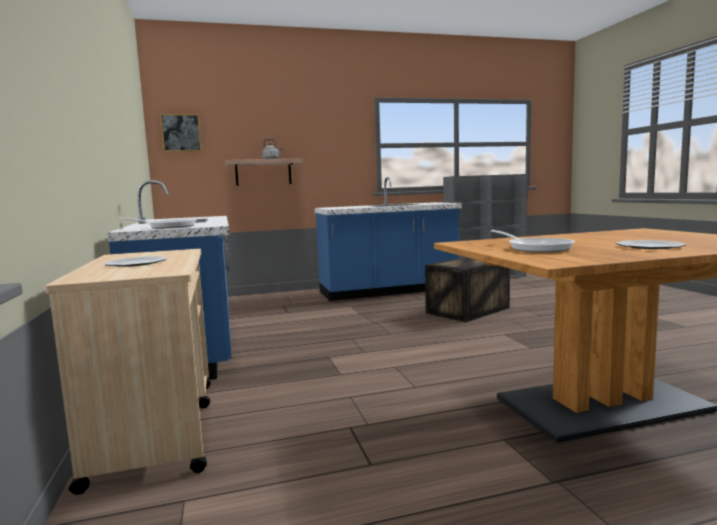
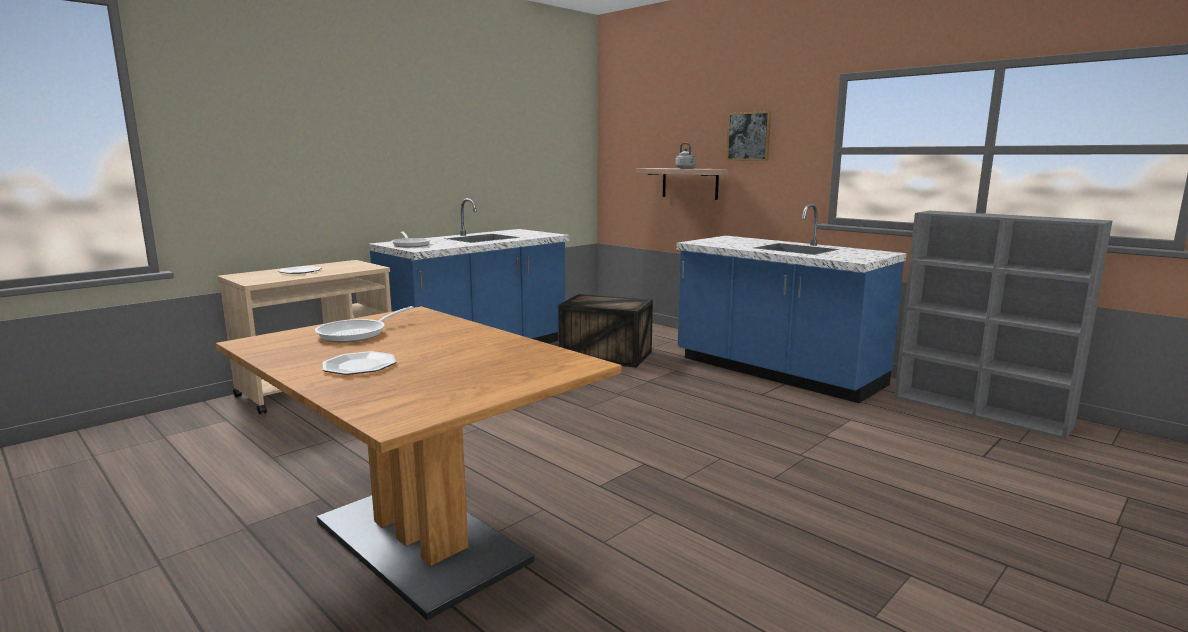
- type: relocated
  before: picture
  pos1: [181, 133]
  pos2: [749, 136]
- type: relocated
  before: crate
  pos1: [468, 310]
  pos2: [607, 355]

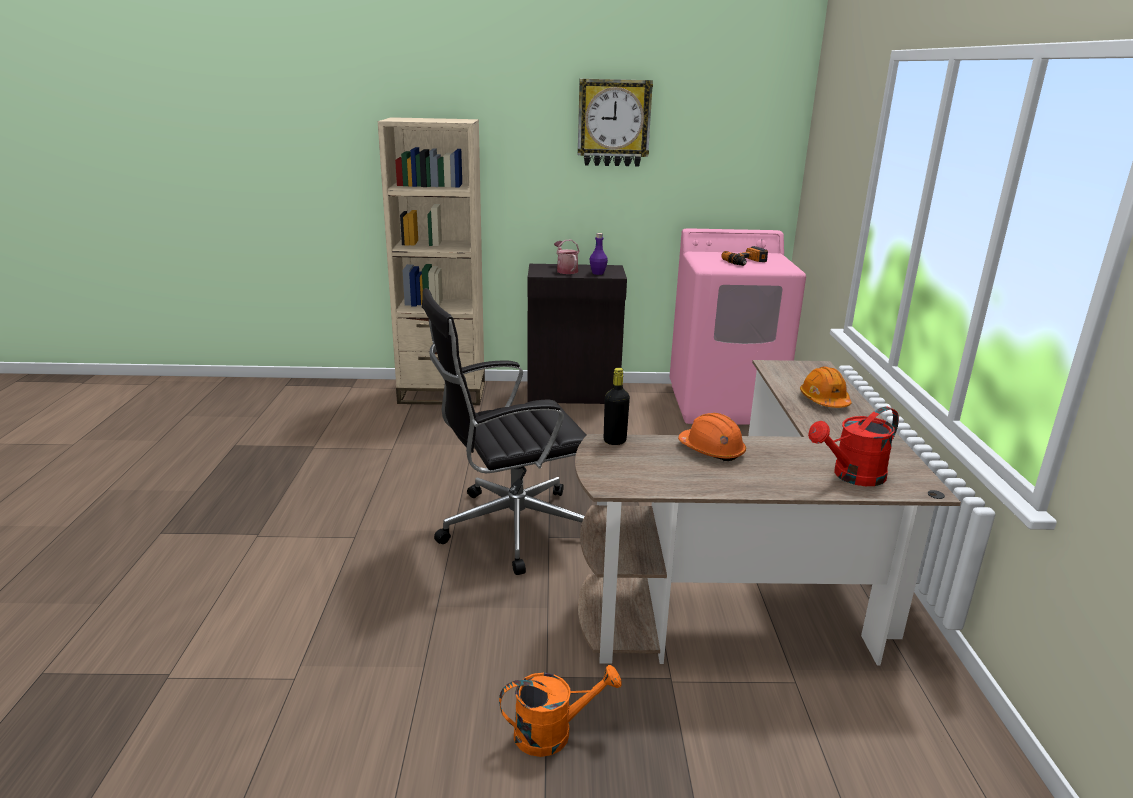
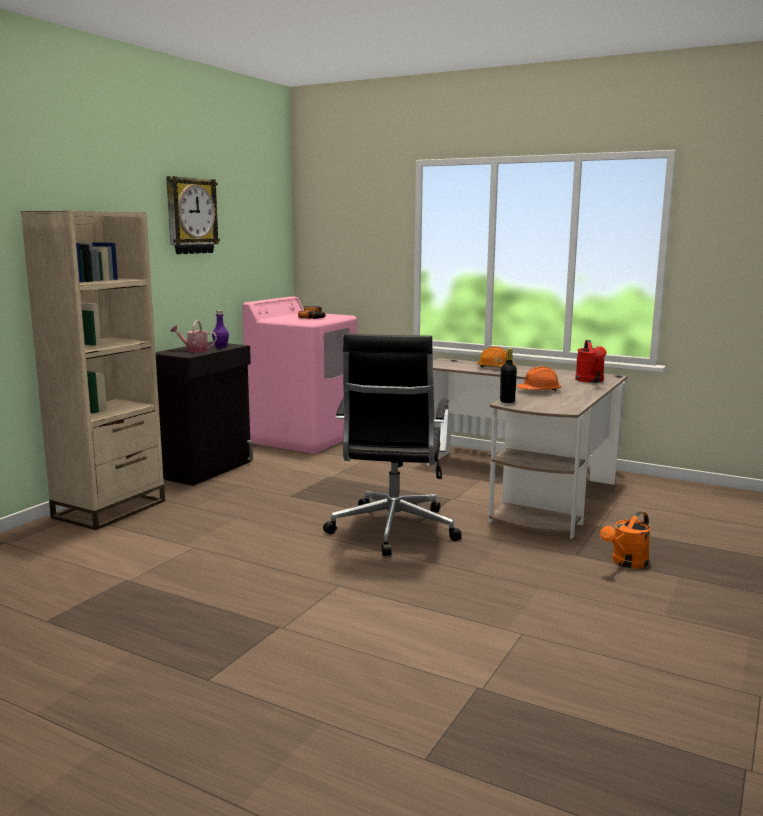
- type: spun
  before: watering can/orange
  pos1: [553, 733]
  pos2: [626, 563]
  turn: -150

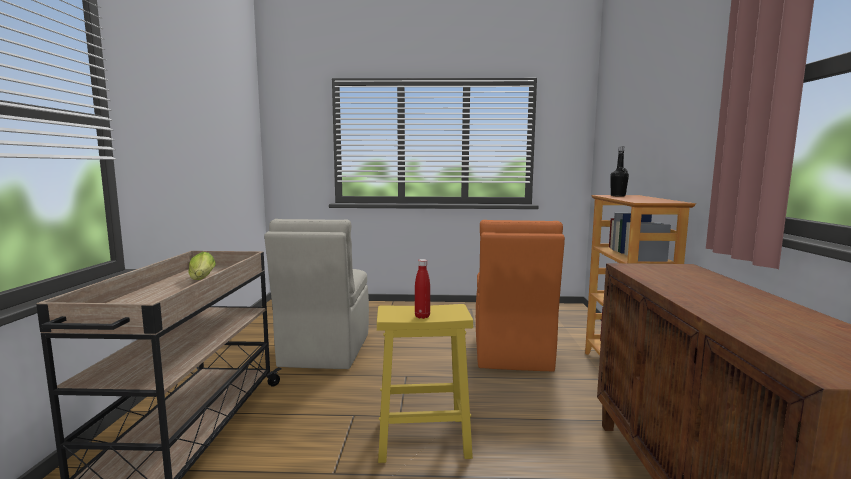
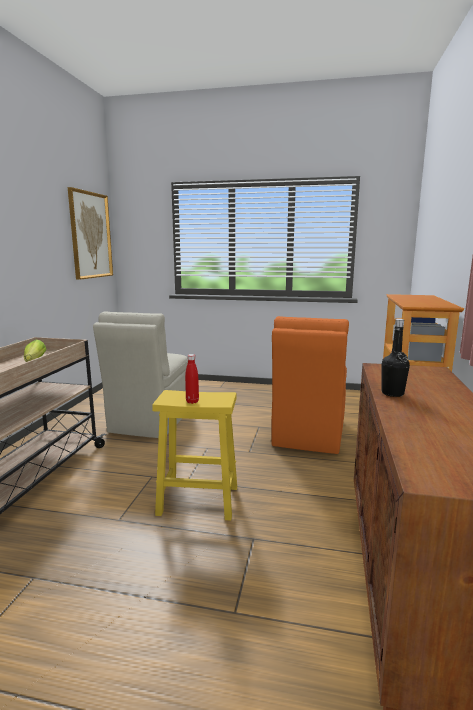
- type: relocated
  before: bottle/black
  pos1: [618, 196]
  pos2: [392, 393]
- type: appeared
  after: picture
  pos2: [90, 235]

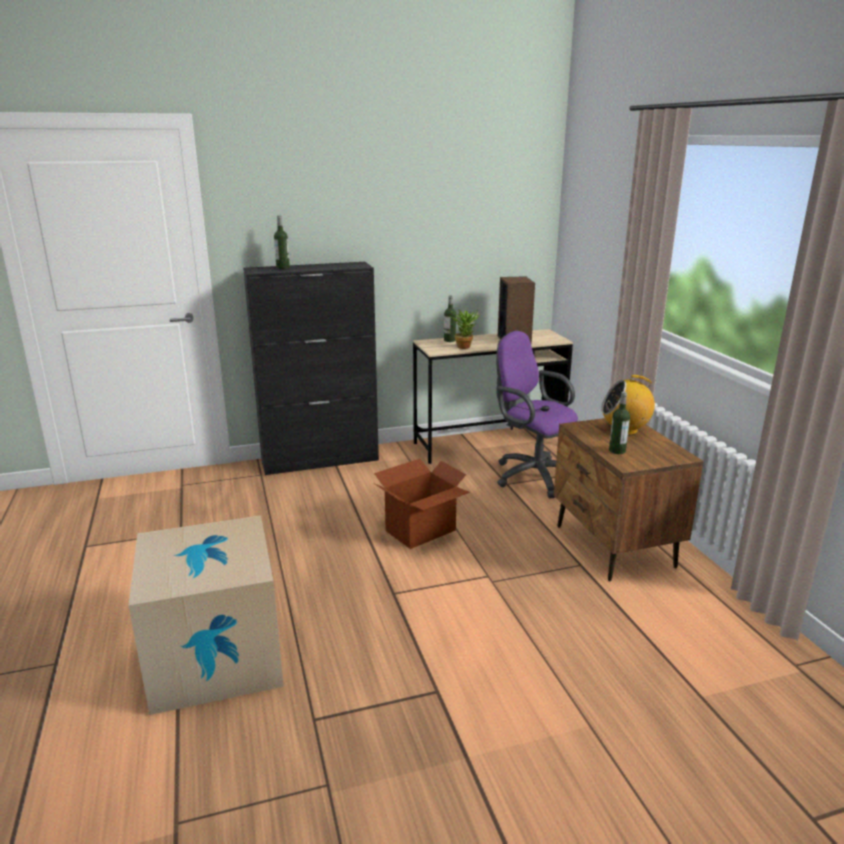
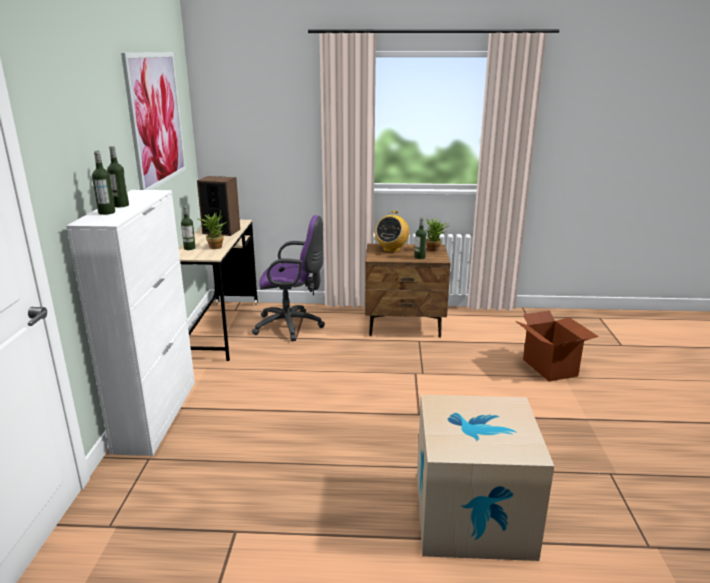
- type: colour
  before: cabinet/black
  after: cabinet/white
  pos1: [320, 460]
  pos2: [157, 414]
- type: spun
  before: office chair/purple
  pos1: [532, 475]
  pos2: [292, 326]
  turn: -150
- type: relocated
  before: cardboard box
  pos1: [421, 531]
  pos2: [550, 367]
- type: appeared
  after: picture
  pos2: [156, 119]
- type: appeared
  after: bottle
  pos2: [121, 205]
- type: appeared
  after: potted plant
  pos2: [435, 250]

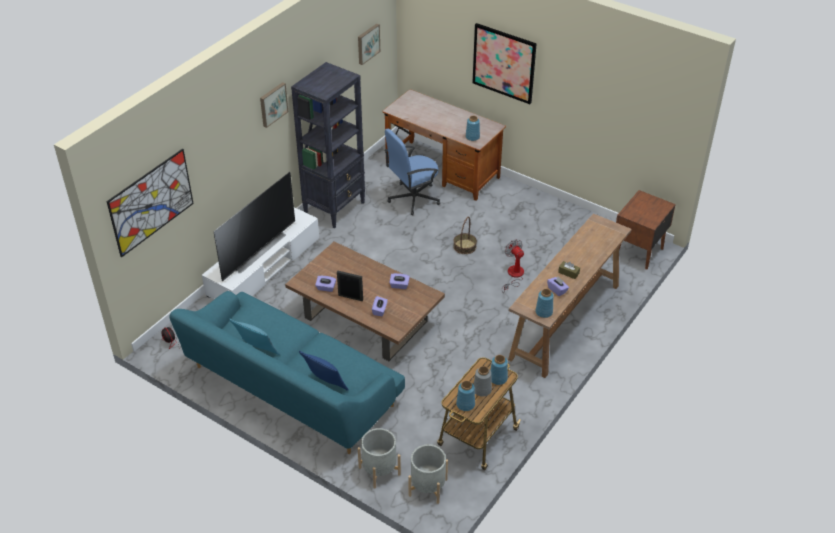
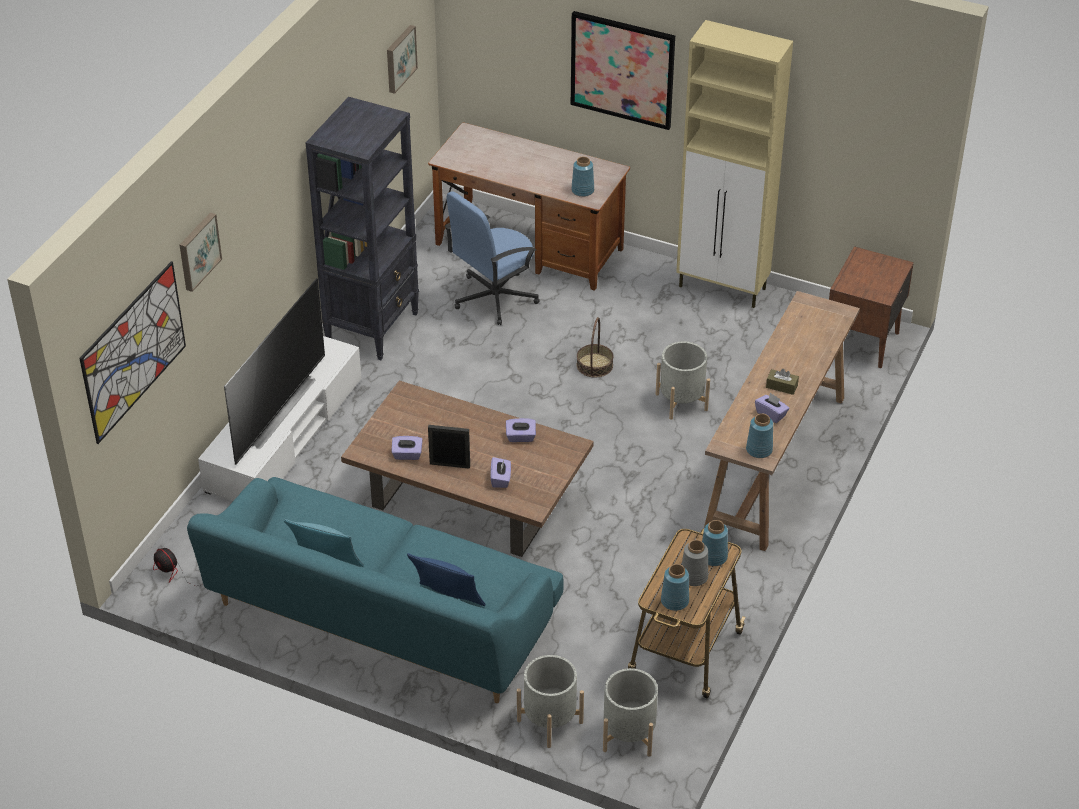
- type: relocated
  before: picture
  pos1: [272, 104]
  pos2: [198, 251]
- type: exchanged
  before: fan
  after: planter/grey
  pos1: [513, 276]
  pos2: [681, 402]
- type: appeared
  after: cabinet/beige
  pos2: [723, 288]

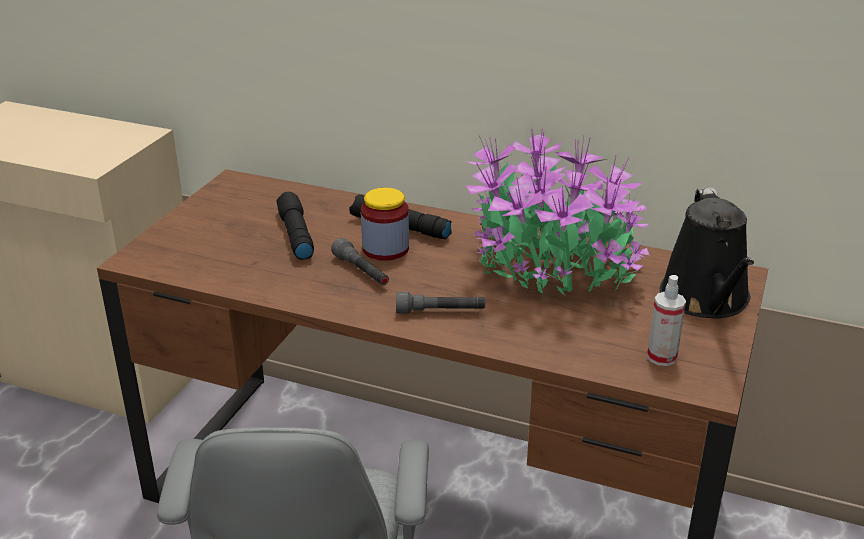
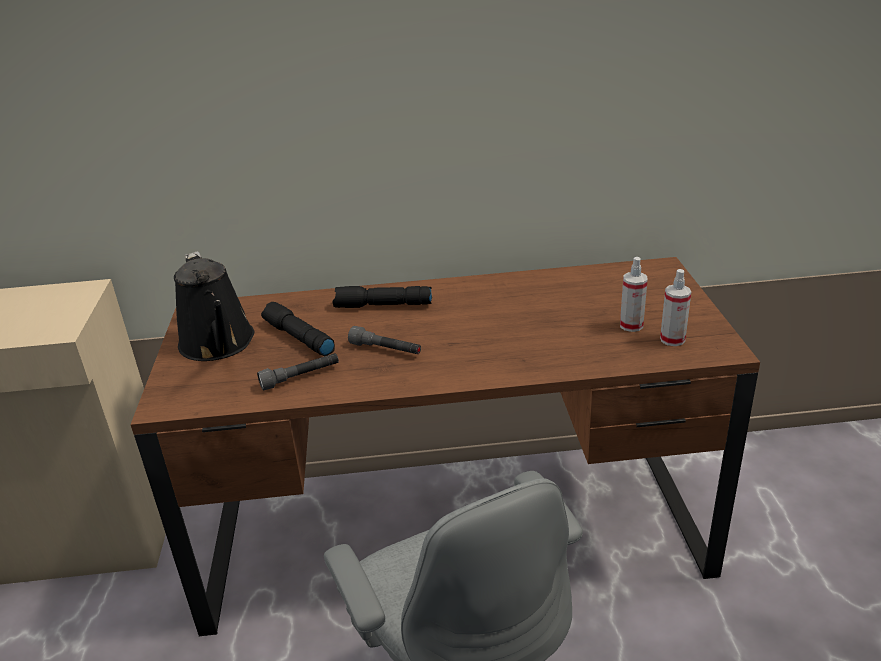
- type: missing
  before: potted plant
  pos1: [551, 266]
- type: missing
  before: jar
  pos1: [385, 249]
- type: relocated
  before: watering can/black
  pos1: [706, 300]
  pos2: [219, 344]
- type: relocated
  before: flashlight/grey
  pos1: [440, 312]
  pos2: [300, 377]
- type: appeared
  after: spray bottle
  pos2: [631, 325]

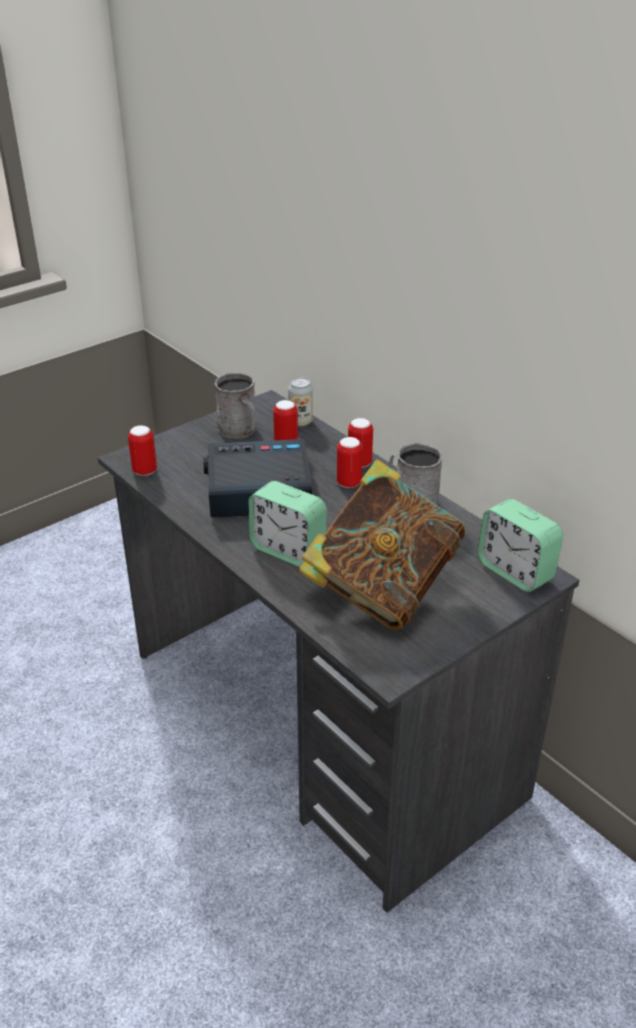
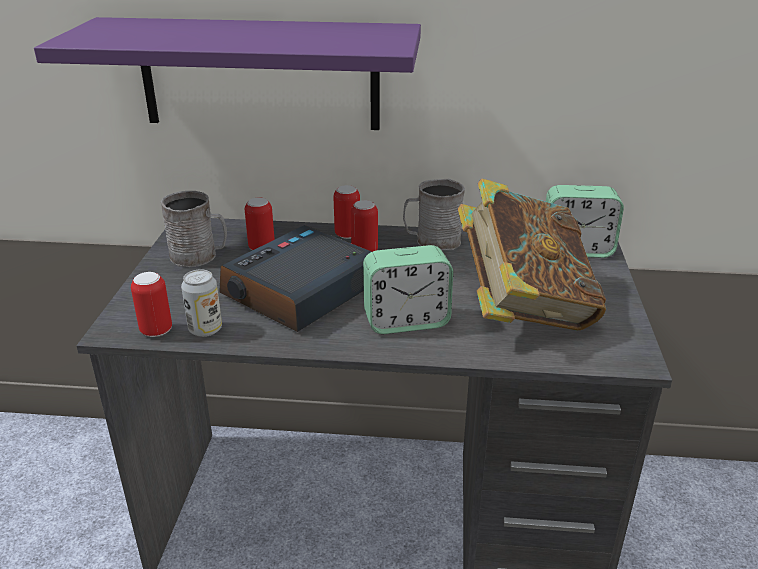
- type: relocated
  before: can
  pos1: [300, 421]
  pos2: [205, 329]
- type: appeared
  after: shelf/purple
  pos2: [259, 74]

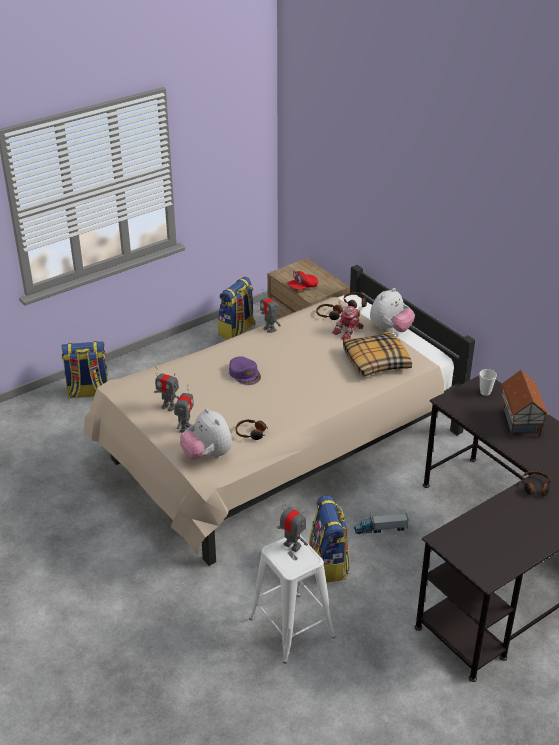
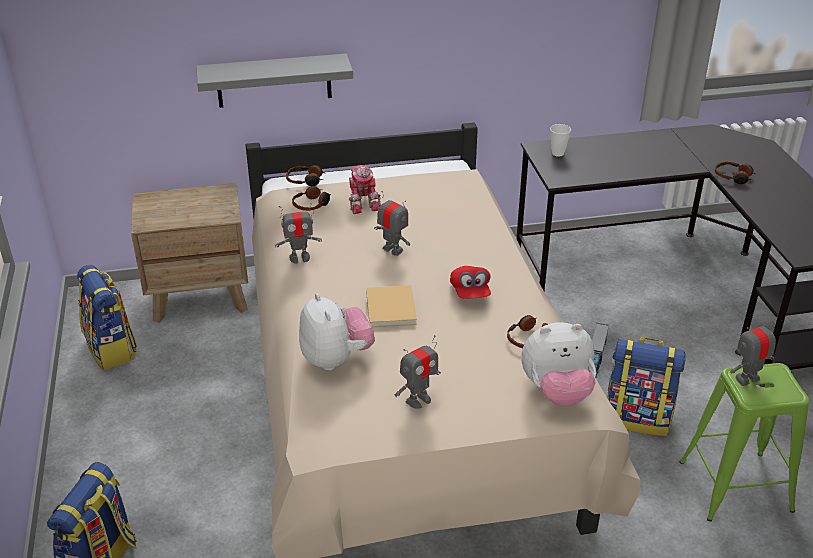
- type: relocated
  before: cap/red
  pos1: [302, 287]
  pos2: [470, 292]
- type: relocated
  before: plush toy
  pos1: [390, 329]
  pos2: [336, 359]
- type: missing
  before: pillow
  pos1: [375, 361]
- type: exchanged
  before: cap/purple
  after: book/beige
  pos1: [245, 374]
  pos2: [390, 307]
- type: missing
  before: toy house
  pos1: [519, 423]
- type: relocated
  before: toy robot
  pos1: [185, 428]
  pos2: [392, 250]
- type: colour
  before: stool/white
  after: stool/green
  pos1: [292, 628]
  pos2: [736, 486]
- type: appeared
  after: shelf/grey
  pos2: [274, 80]

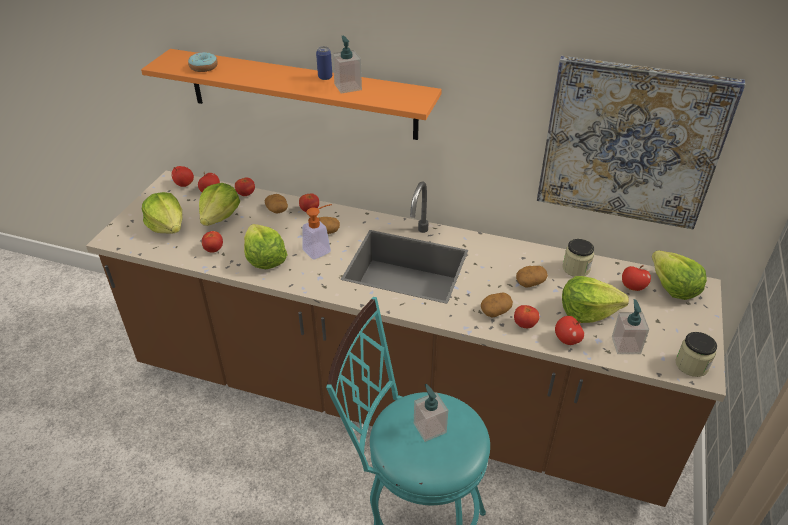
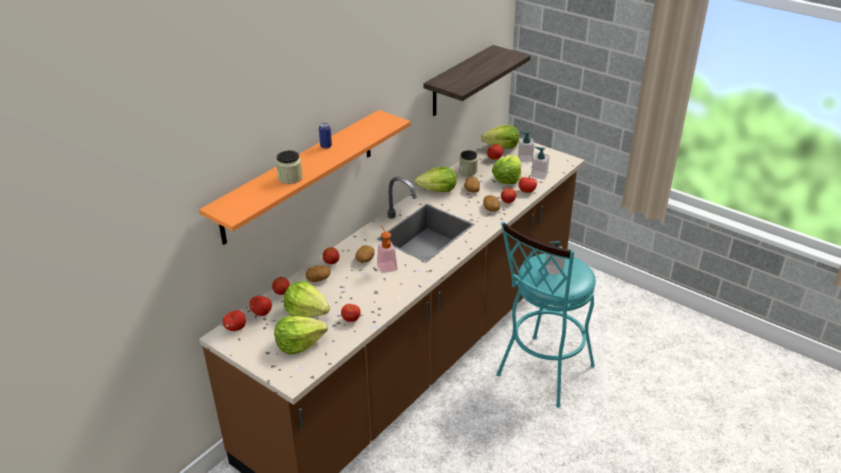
- type: relocated
  before: soap dispenser
  pos1: [348, 87]
  pos2: [525, 159]
- type: missing
  before: donut
  pos1: [203, 67]
- type: exchanged
  before: picture
  after: shelf
  pos1: [630, 143]
  pos2: [459, 81]
- type: relocated
  before: lettuce
  pos1: [264, 259]
  pos2: [438, 190]
- type: relocated
  before: jar
  pos1: [691, 365]
  pos2: [290, 178]

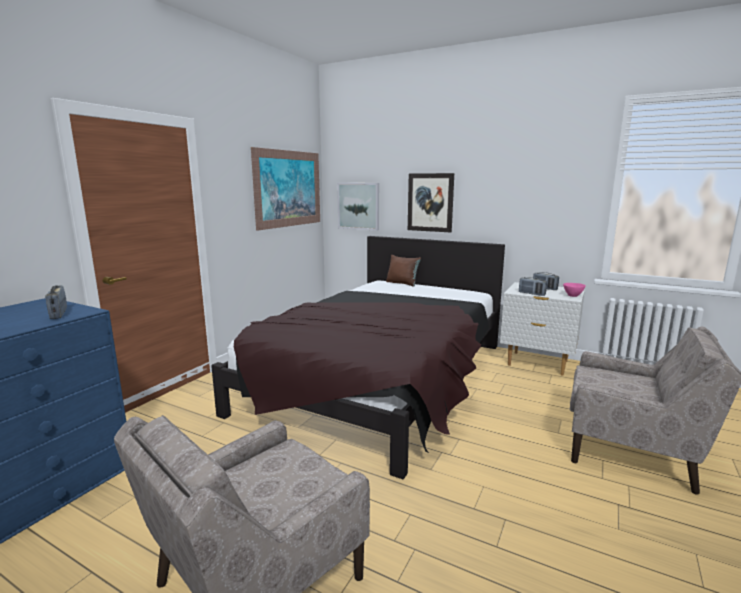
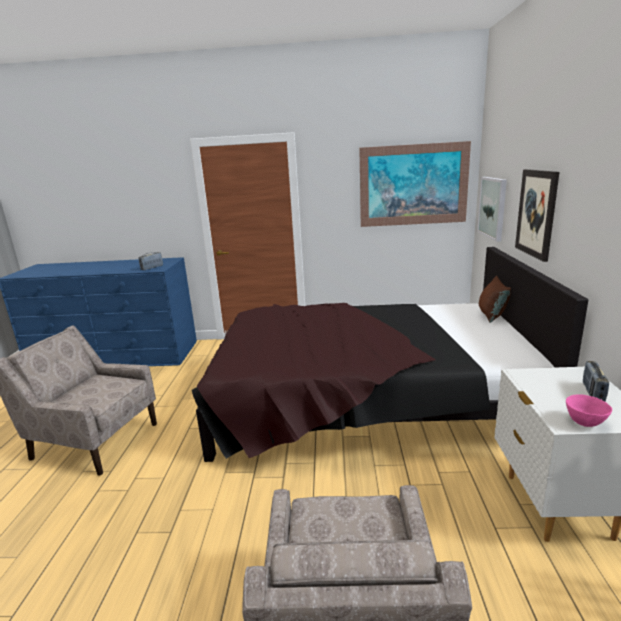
- type: missing
  before: radio
  pos1: [531, 294]

